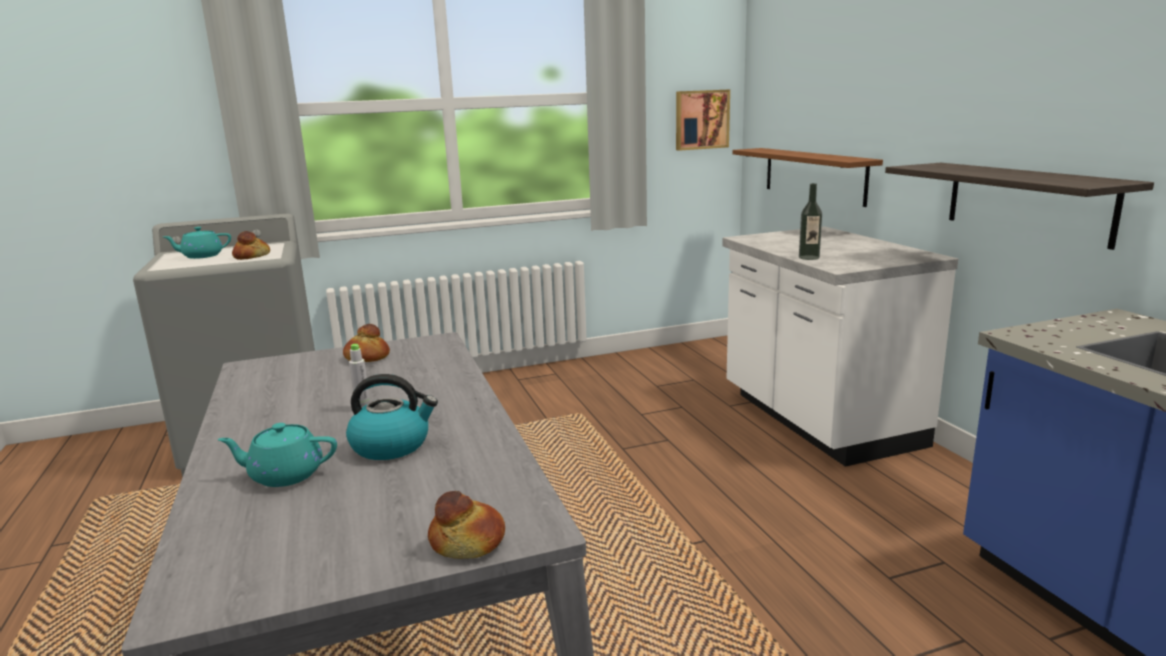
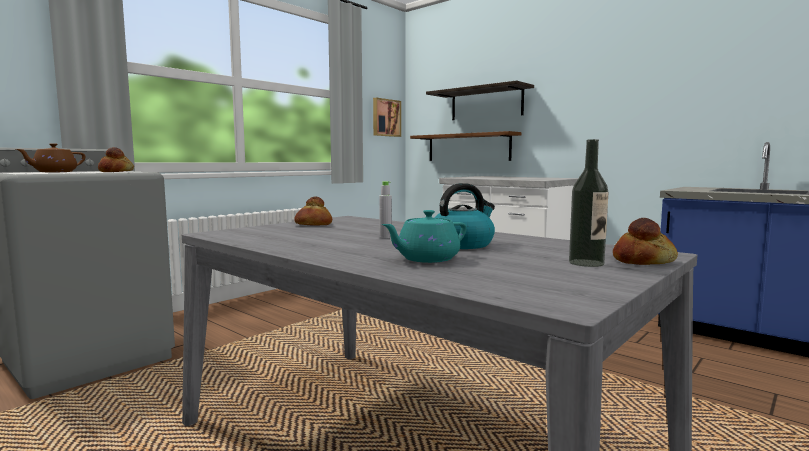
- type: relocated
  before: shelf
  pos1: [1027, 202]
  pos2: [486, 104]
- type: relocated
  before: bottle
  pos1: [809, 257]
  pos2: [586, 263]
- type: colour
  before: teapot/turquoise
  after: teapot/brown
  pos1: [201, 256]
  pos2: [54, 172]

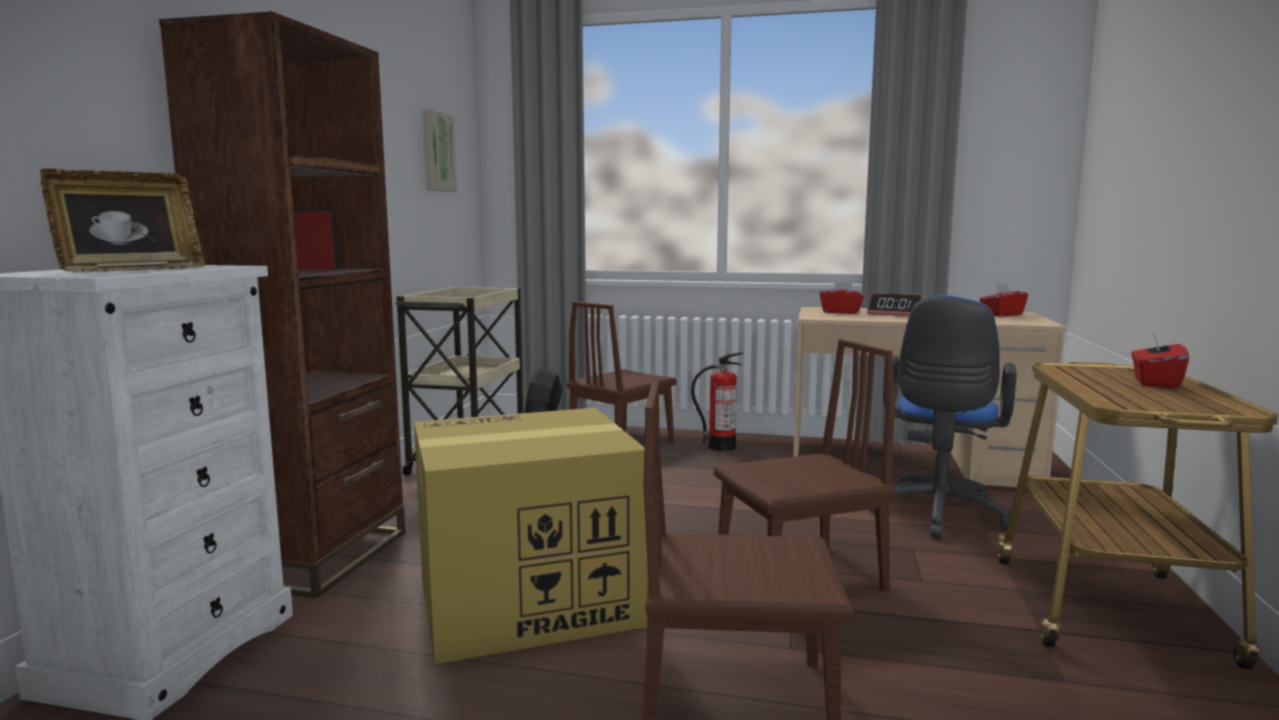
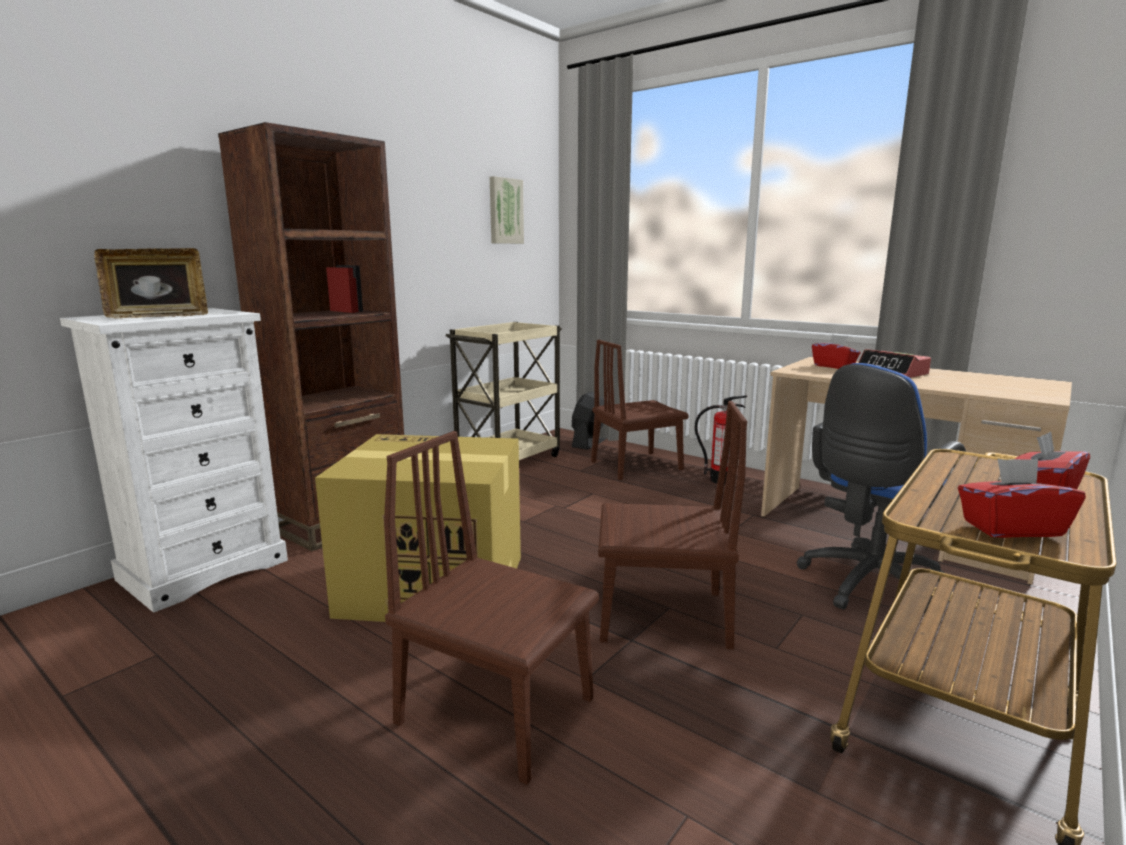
- type: relocated
  before: tissue box/red
  pos1: [1001, 315]
  pos2: [1011, 528]

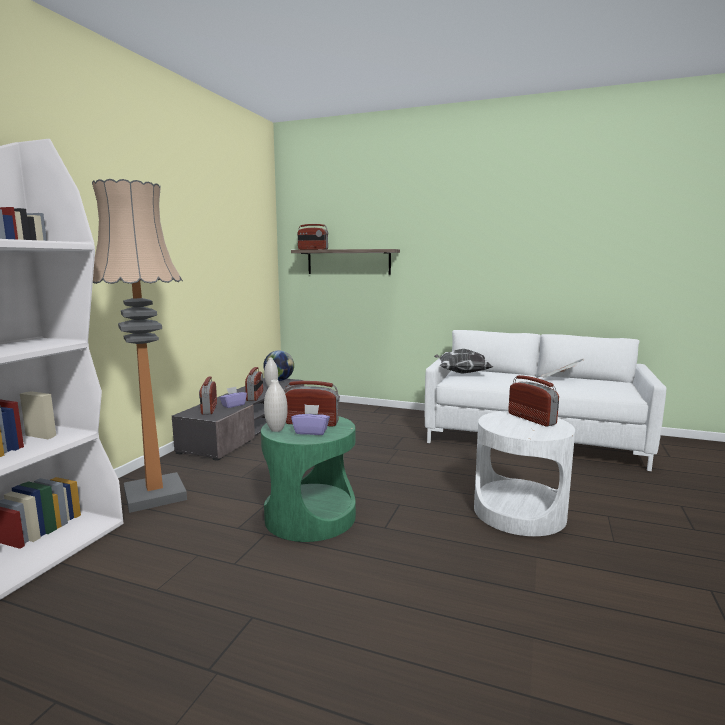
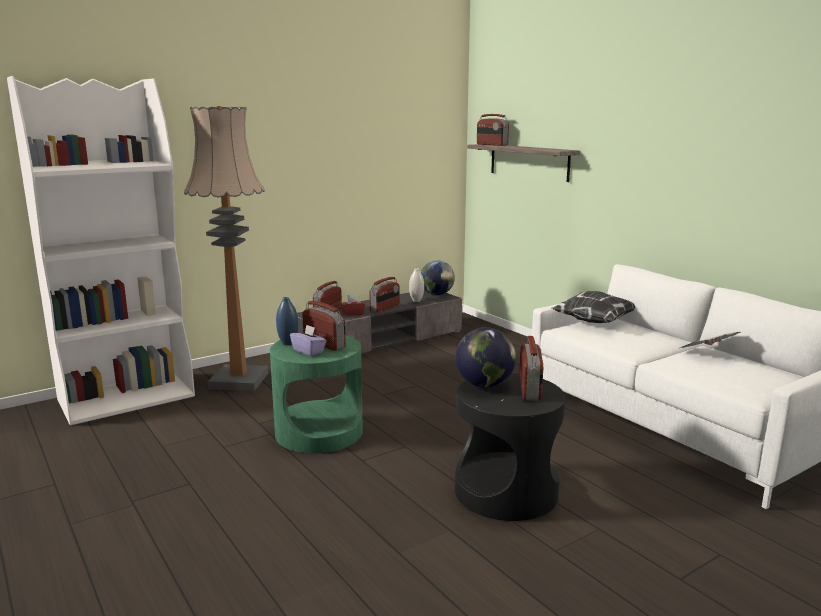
- type: colour
  before: vase/white
  after: vase/blue
  pos1: [276, 430]
  pos2: [288, 343]
- type: colour
  before: tissue box/purple
  after: tissue box/red
  pos1: [233, 405]
  pos2: [353, 313]
- type: colour
  before: side table/white
  after: side table/black
  pos1: [519, 512]
  pos2: [506, 491]
- type: appeared
  after: globe
  pos2: [484, 385]

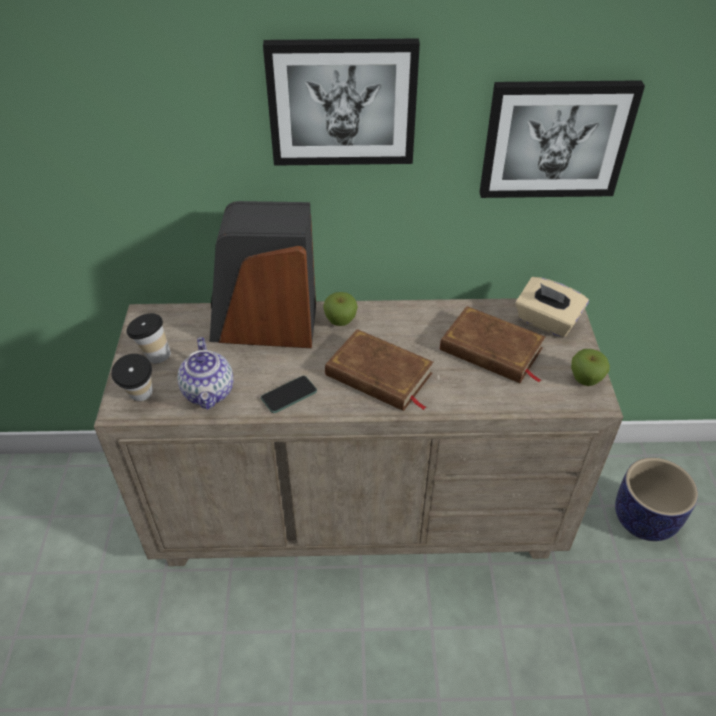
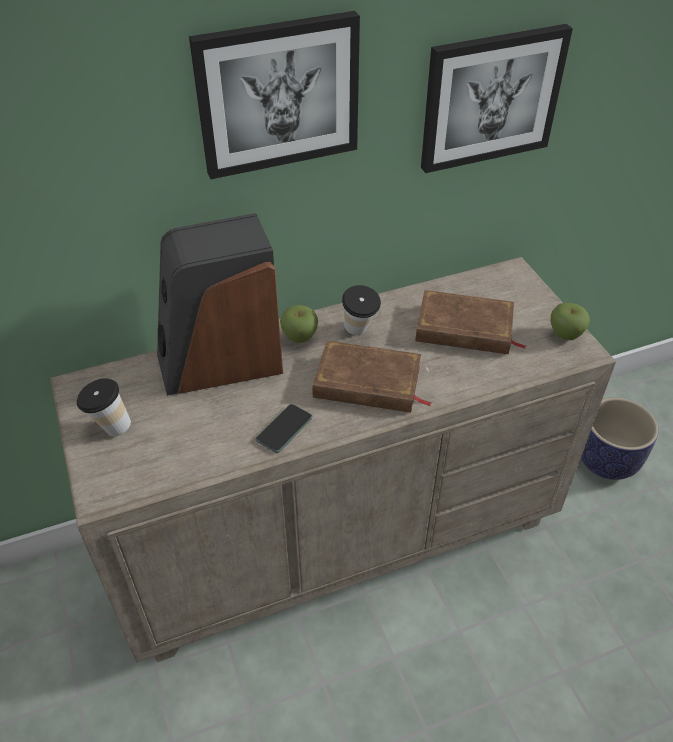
- type: missing
  before: tissue box/beige
  pos1: [546, 322]
- type: missing
  before: teapot
  pos1: [209, 392]
- type: relocated
  before: cup
  pos1: [141, 399]
  pos2: [359, 332]

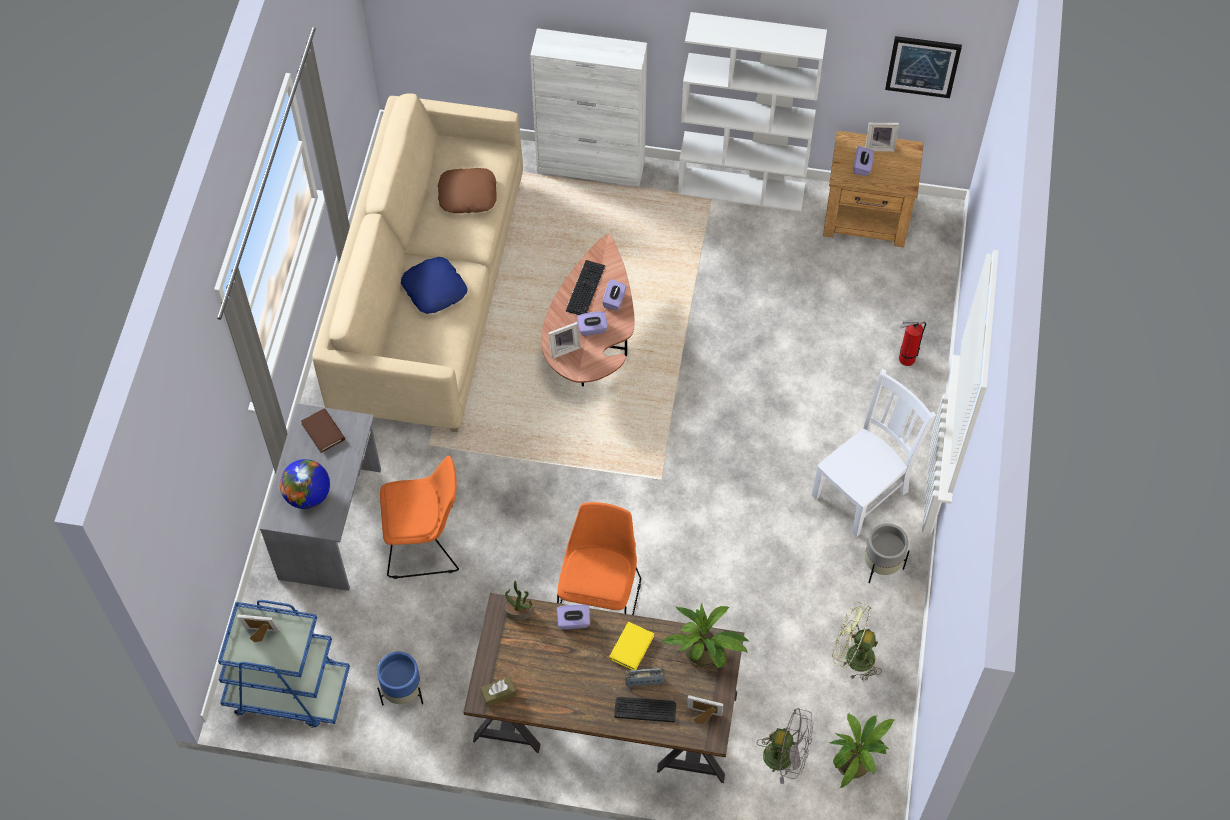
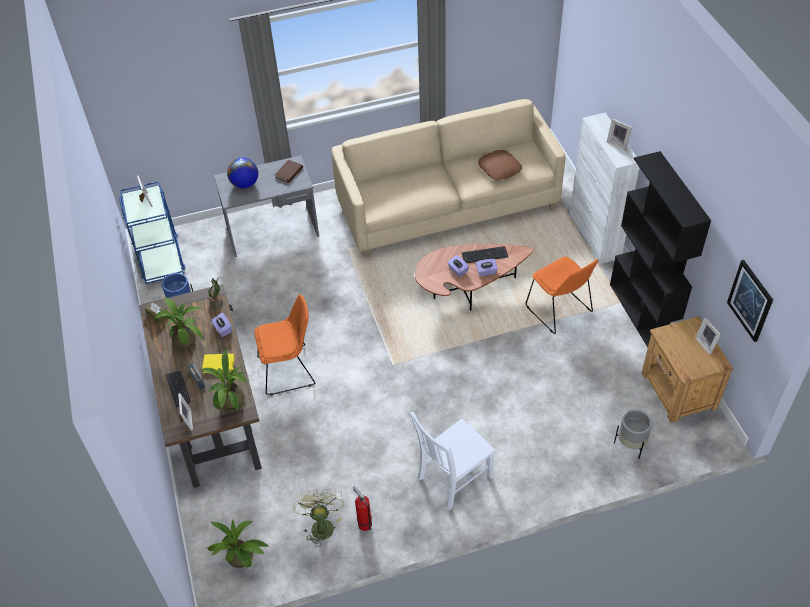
- type: colour
  before: bookcase/white
  after: bookcase/black
  pos1: [742, 188]
  pos2: [642, 314]
- type: missing
  before: tissue box/purple
  pos1: [862, 166]
- type: missing
  before: pillow/blue
  pos1: [435, 289]
- type: relocated
  before: fire extinguisher
  pos1: [904, 359]
  pos2: [364, 523]
- type: relocated
  before: picture frame
  pos1: [563, 348]
  pos2: [618, 144]
- type: spun
  before: chair/white
  pos1: [862, 492]
  pos2: [453, 478]
  turn: 120
- type: relocated
  before: chair/orange
  pos1: [425, 542]
  pos2: [560, 311]
- type: relocated
  before: planter/grey
  pos1: [881, 567]
  pos2: [630, 445]
- type: missing
  before: fan/grey
  pos1: [785, 757]
- type: appeared
  after: potted plant
  pos2: [184, 338]

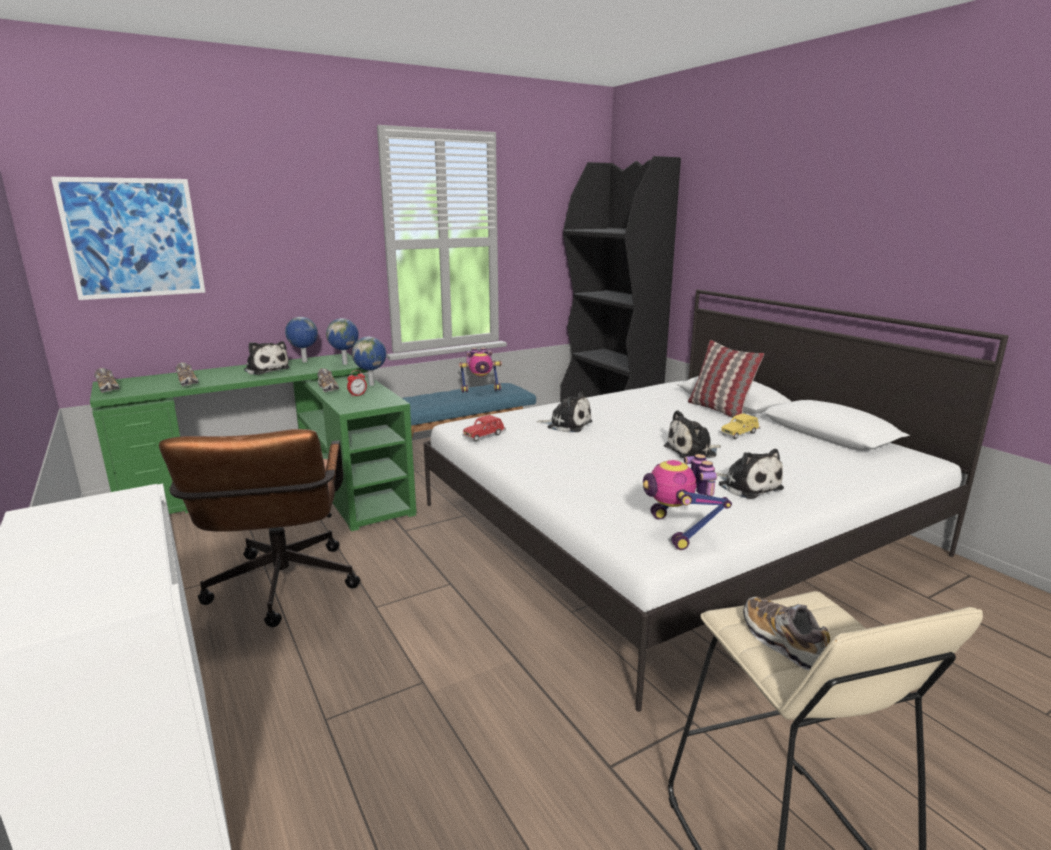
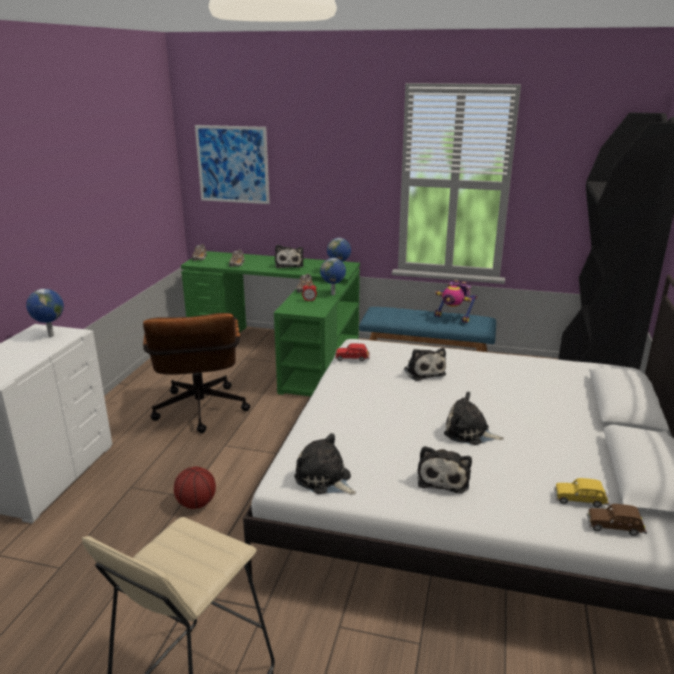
- type: relocated
  before: globe
  pos1: [304, 362]
  pos2: [50, 336]
- type: missing
  before: pillow
  pos1: [719, 410]
- type: relocated
  before: toy car/yellow
  pos1: [739, 434]
  pos2: [580, 500]
- type: spun
  before: office chair/brown
  pos1: [281, 591]
  pos2: [200, 413]
  turn: -45
- type: exchanged
  before: toy robot
  after: plush toy
  pos1: [678, 531]
  pos2: [325, 479]
- type: missing
  before: shoe
  pos1: [782, 642]
- type: appeared
  after: basketball
  pos2: [196, 503]
- type: appeared
  after: toy car/brown
  pos2: [615, 527]

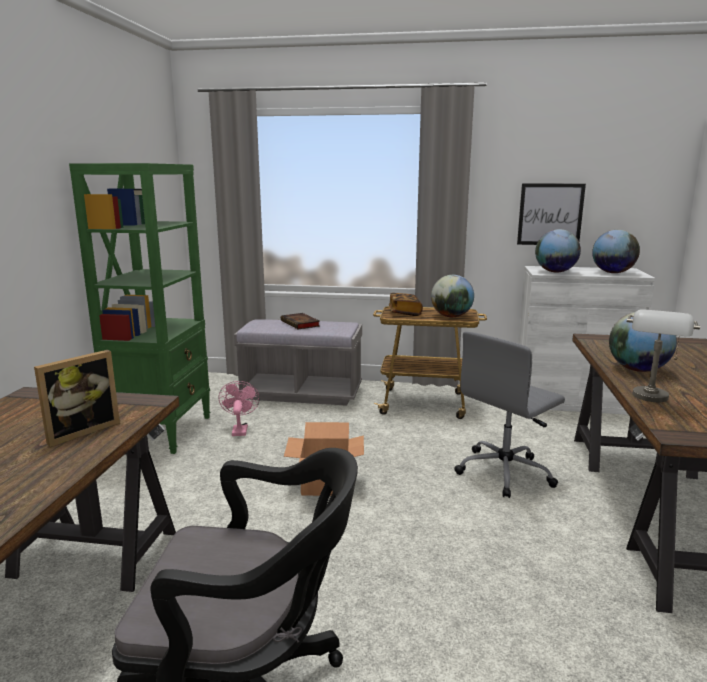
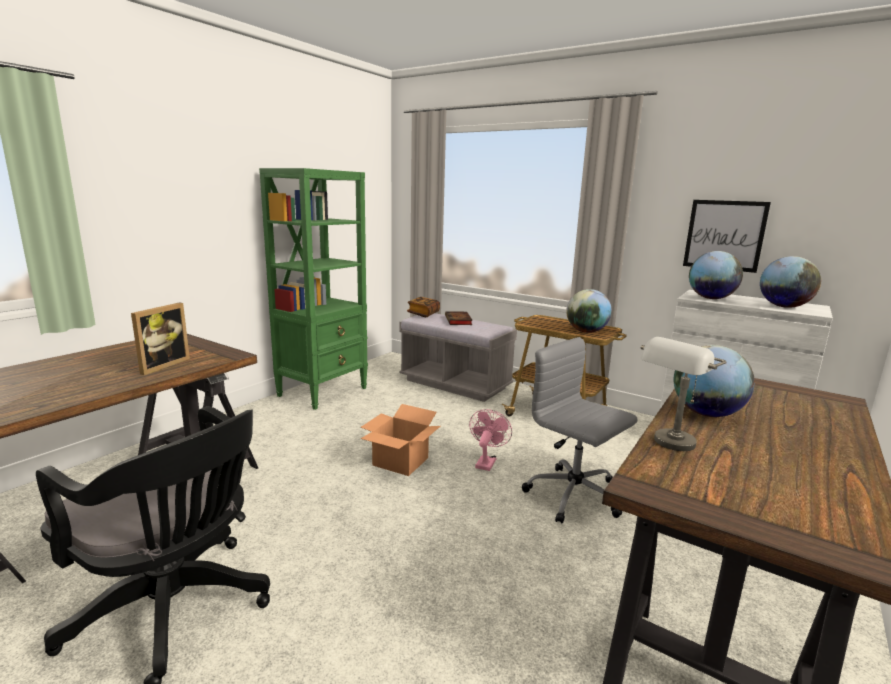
- type: relocated
  before: book
  pos1: [404, 312]
  pos2: [423, 314]
- type: spun
  before: office chair/grey
  pos1: [505, 472]
  pos2: [575, 496]
  turn: 60
- type: spun
  before: picture frame
  pos1: [80, 431]
  pos2: [161, 365]
  turn: -45
- type: relocated
  before: fan/pink
  pos1: [239, 429]
  pos2: [486, 462]

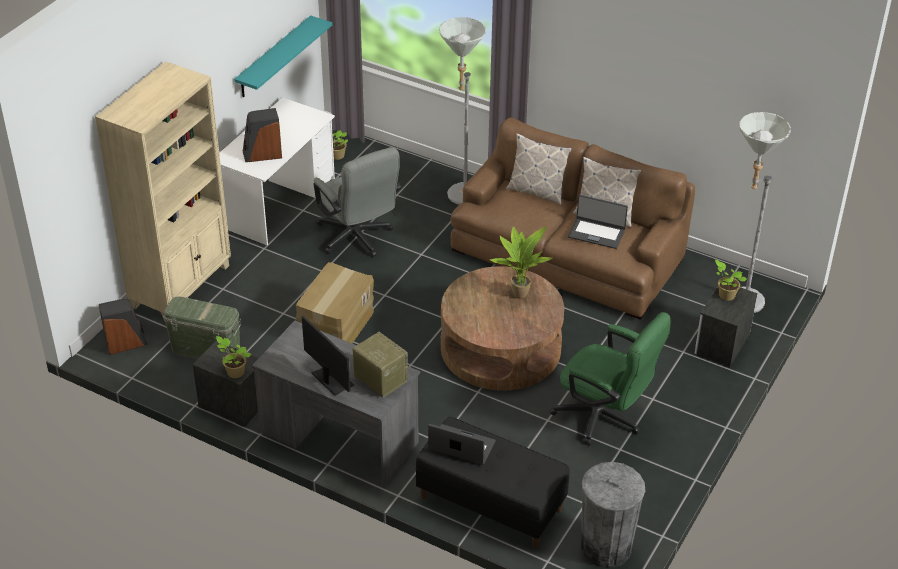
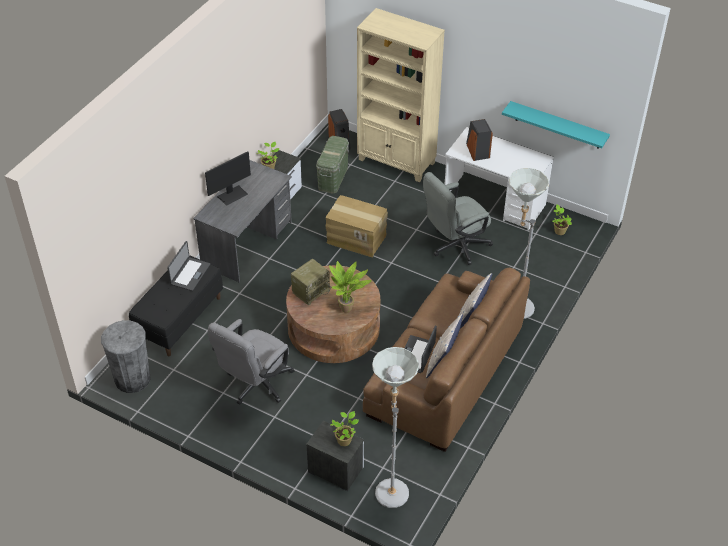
- type: colour
  before: office chair/green
  after: office chair/grey
  pos1: [605, 418]
  pos2: [255, 386]
- type: relocated
  before: radio
  pos1: [379, 379]
  pos2: [311, 291]

